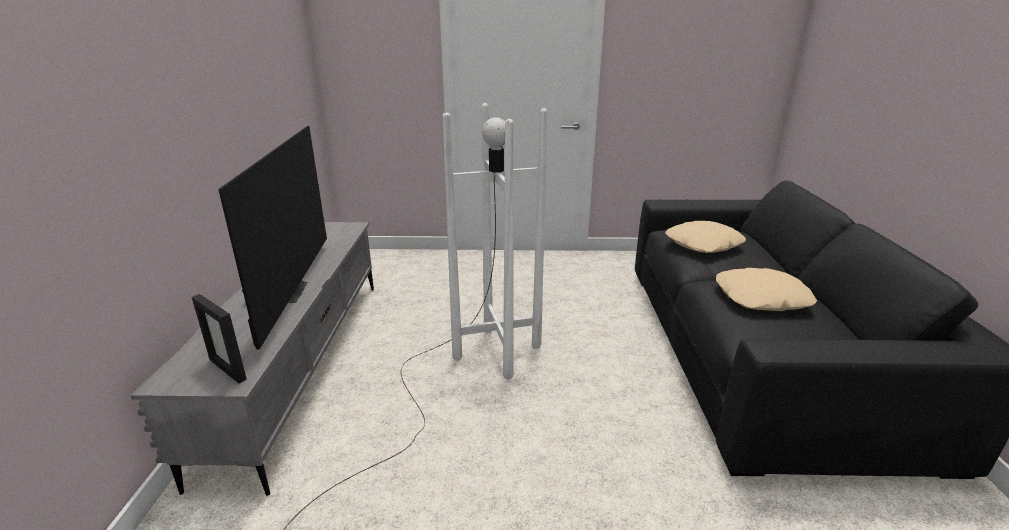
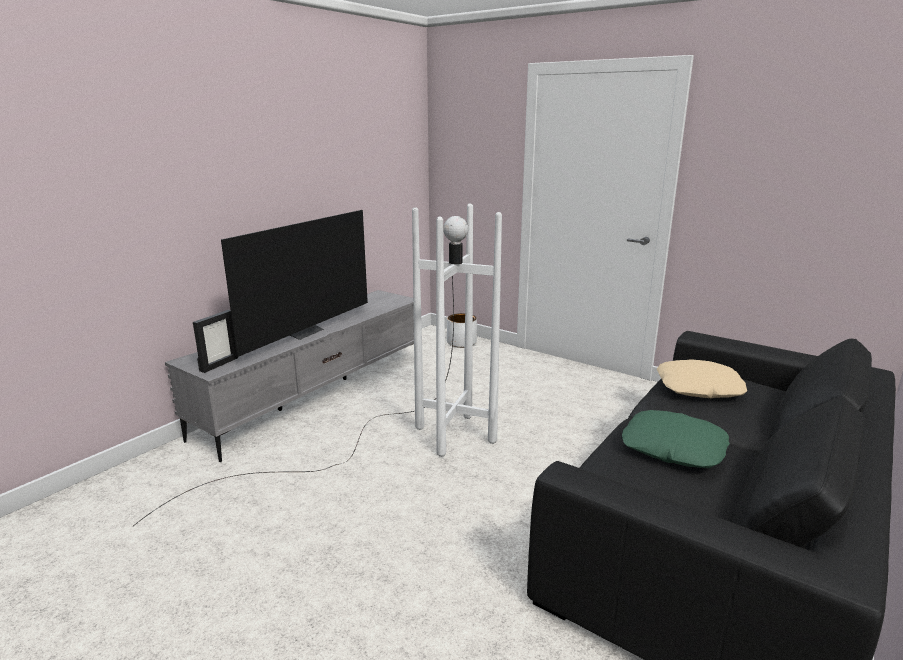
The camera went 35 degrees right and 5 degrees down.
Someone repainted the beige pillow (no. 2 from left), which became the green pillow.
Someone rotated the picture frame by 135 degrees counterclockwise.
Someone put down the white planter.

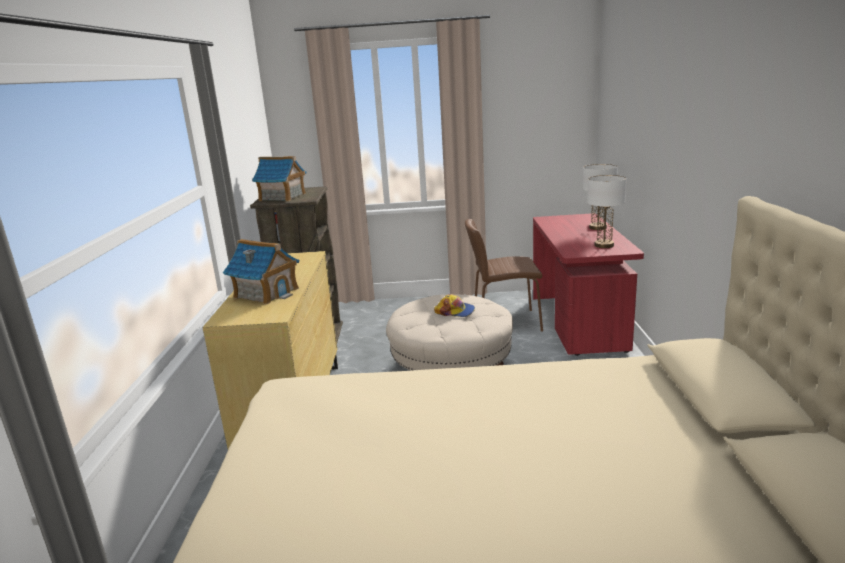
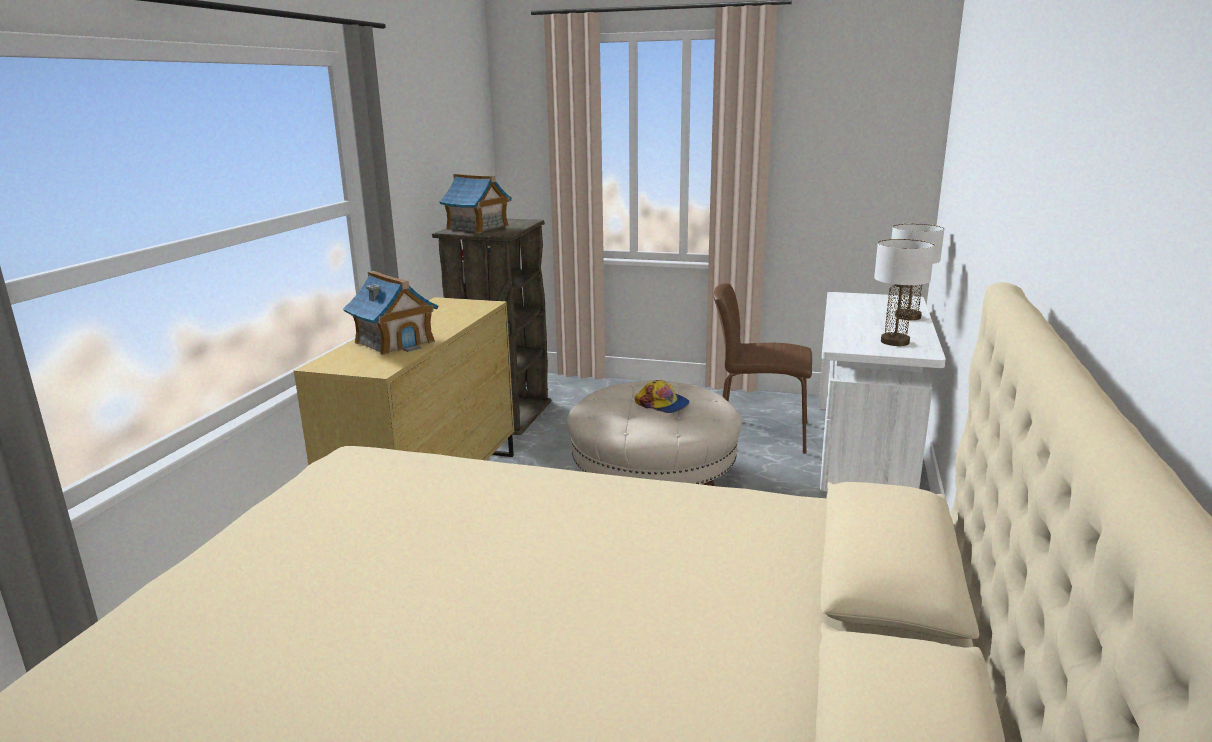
The camera went 15 degrees right and 0 degrees up.
Someone repainted the red desk, which became the white desk.

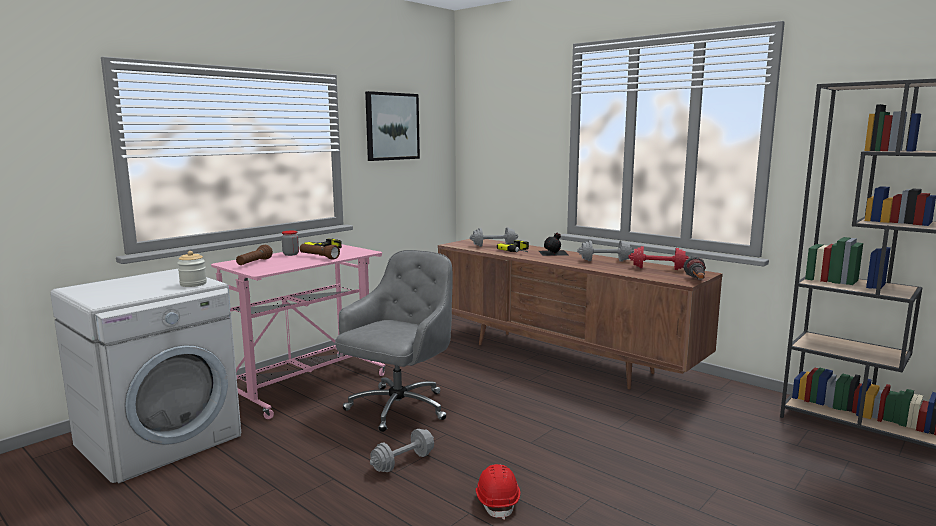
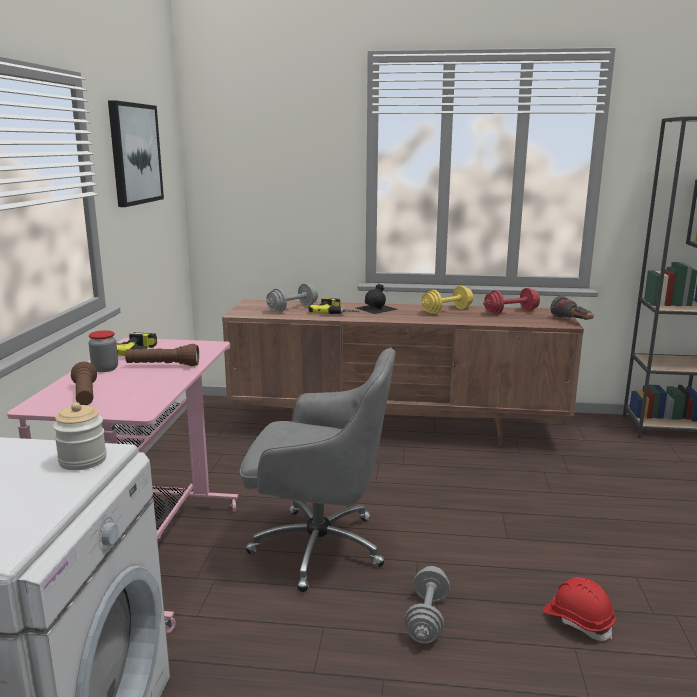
The camera went 35 degrees left and 5 degrees up.
Someone repainted the grey dumbbell (no. 3 from left), which became the yellow dumbbell.
Someone rotated the grey office chair by 105 degrees clockwise.

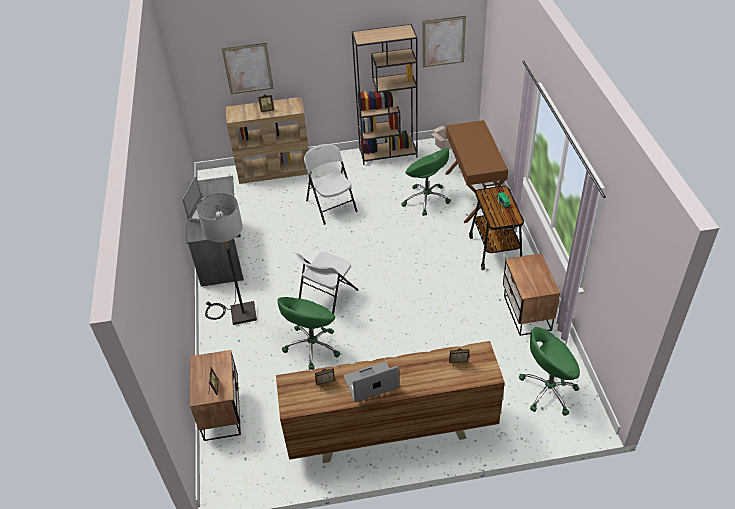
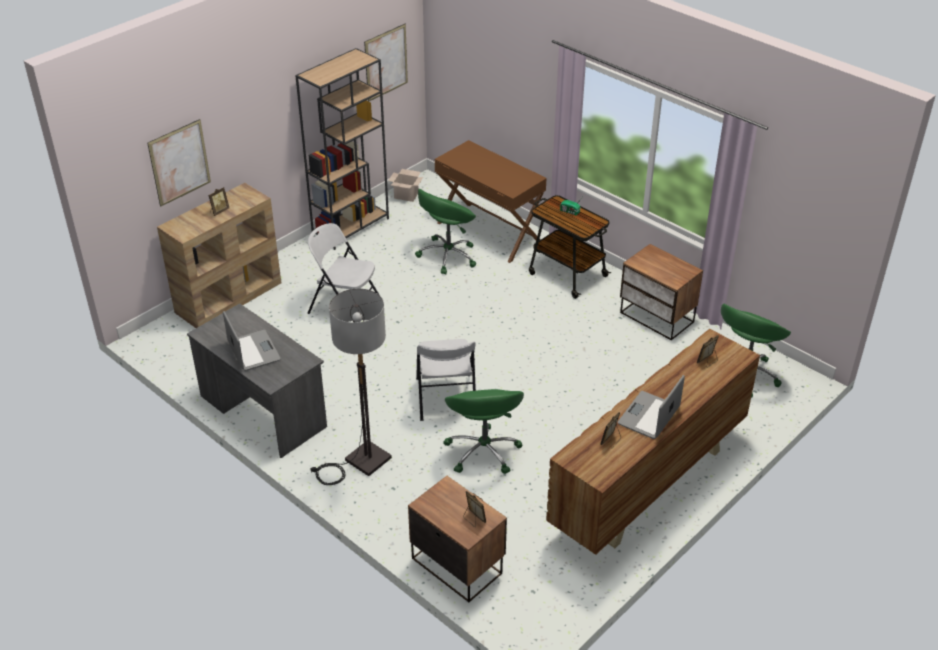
The camera went 40 degrees left and 5 degrees down.
Someone rotated the green office chair (no. 2 from left in the first image) by 120 degrees clockwise.

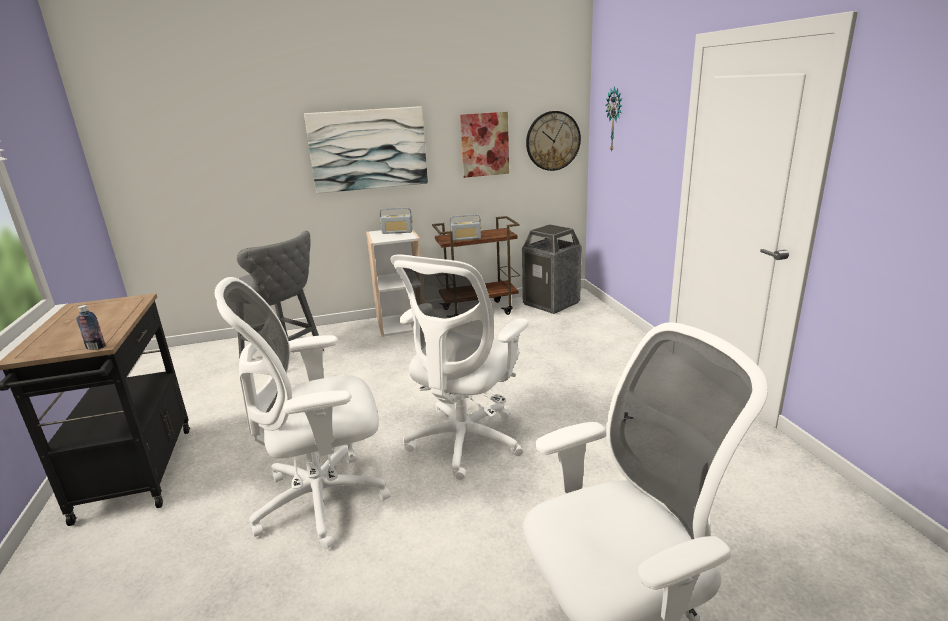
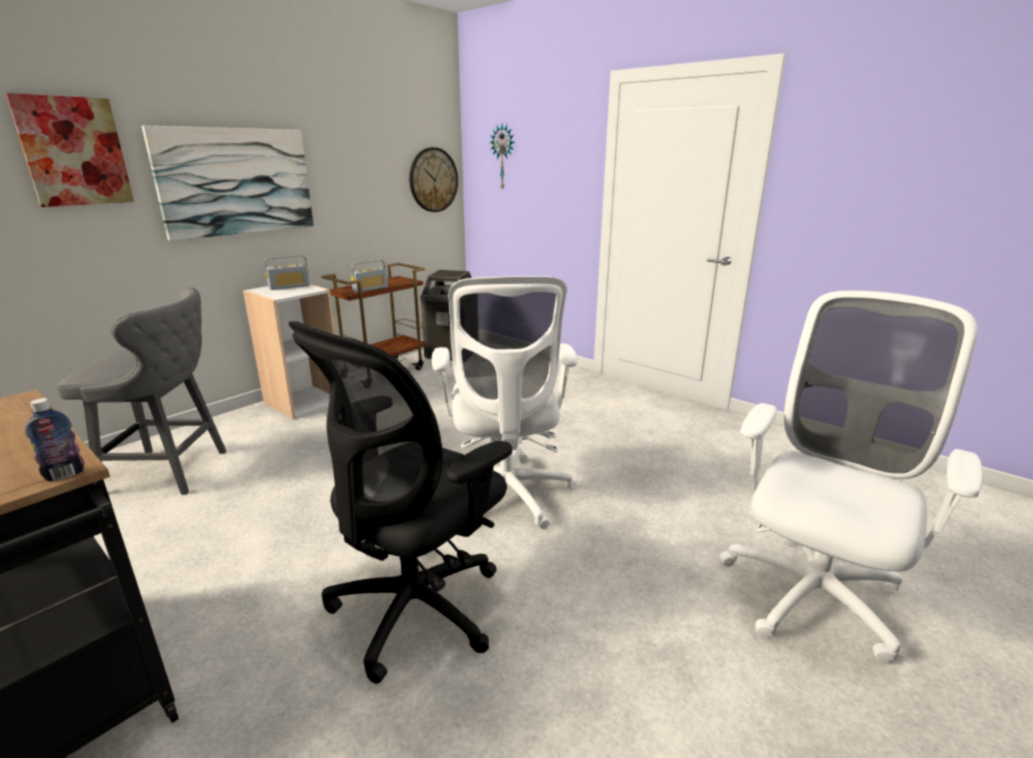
The camera went 35 degrees left and 0 degrees up.
Someone carried the picture (no. 2 from left in the first image).
Someone repainted the white office chair (no. 1 from left), which became the black office chair.

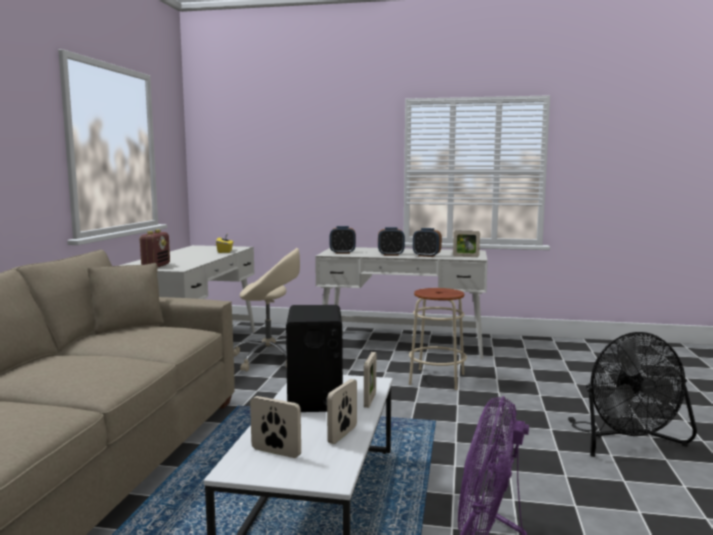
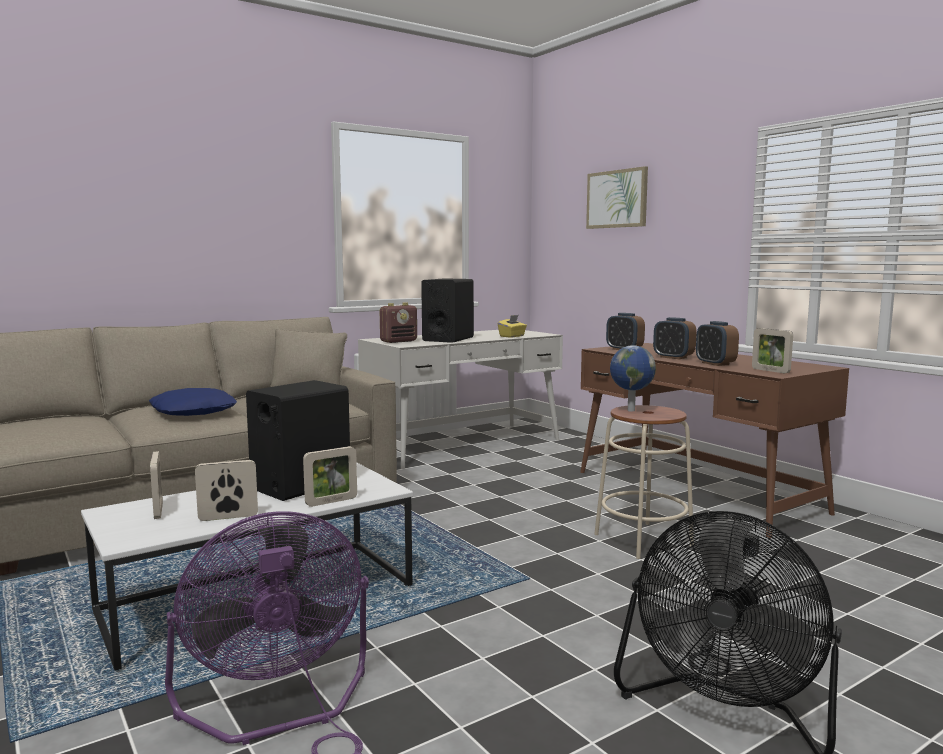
The camera went 45 degrees right and 0 degrees up.
Someone repainted the white desk (no. 2 from left), which became the brown desk.
Someone took away the beige office chair.
Someone put up the picture.
Someone put down the black speaker (no. 2 from left).
Someone put down the globe.
Someone put down the blue pillow.

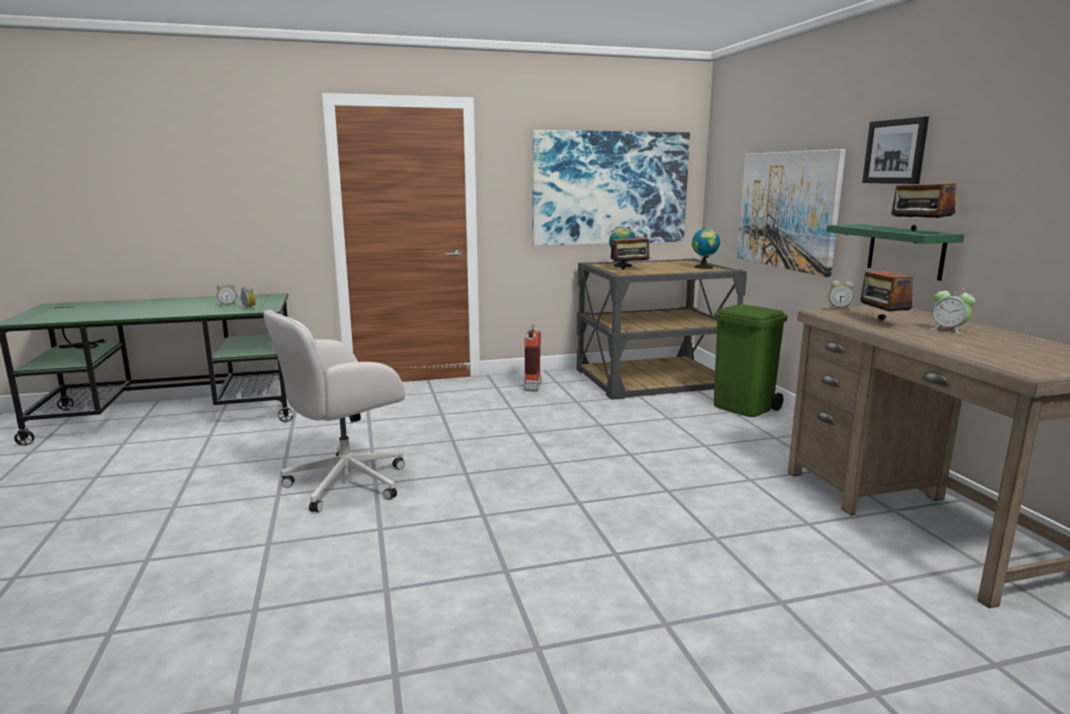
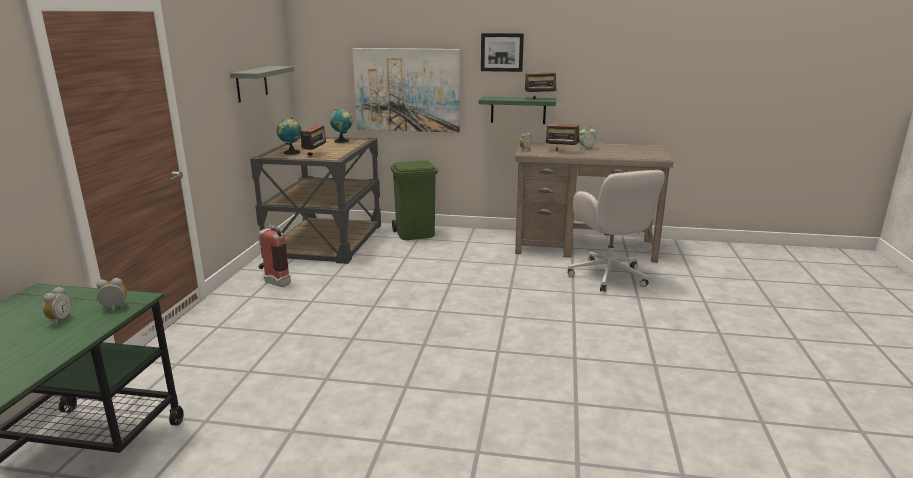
The camera went 65 degrees left and 5 degrees up.
Someone swapped the picture (no. 1 from left) for the grey shelf.
Someone carried the white office chair.

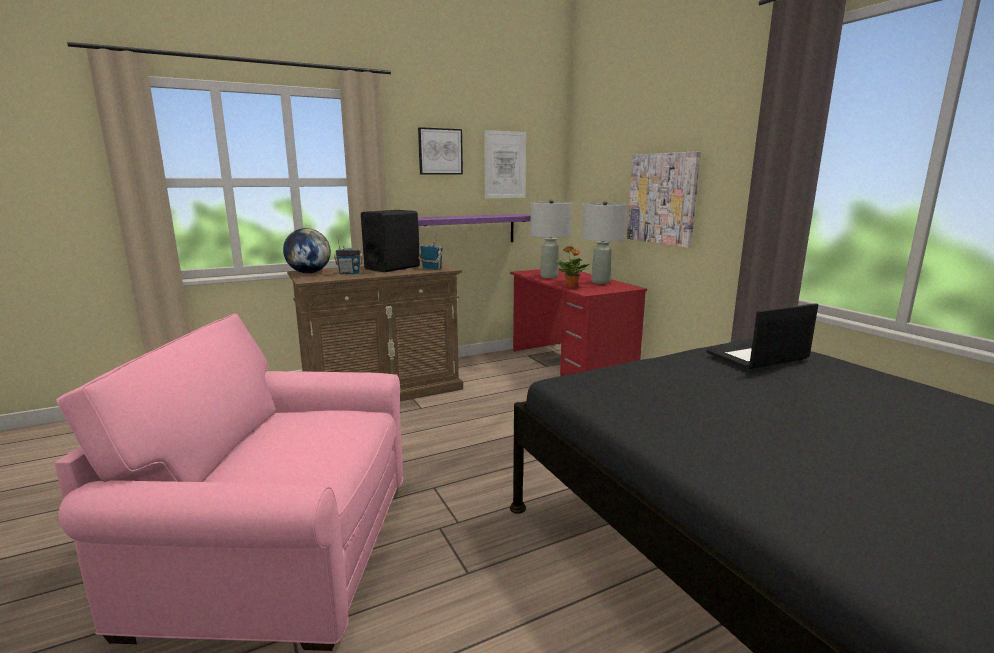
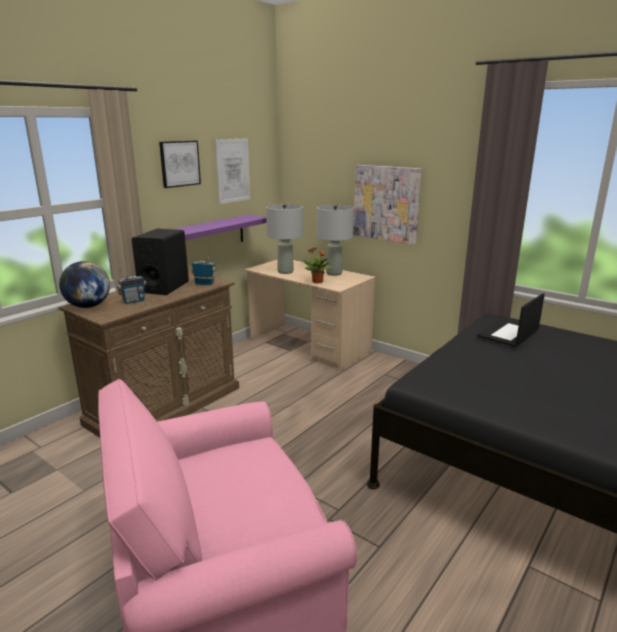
The camera went 25 degrees left and 5 degrees up.
Someone repainted the red desk, which became the beige desk.

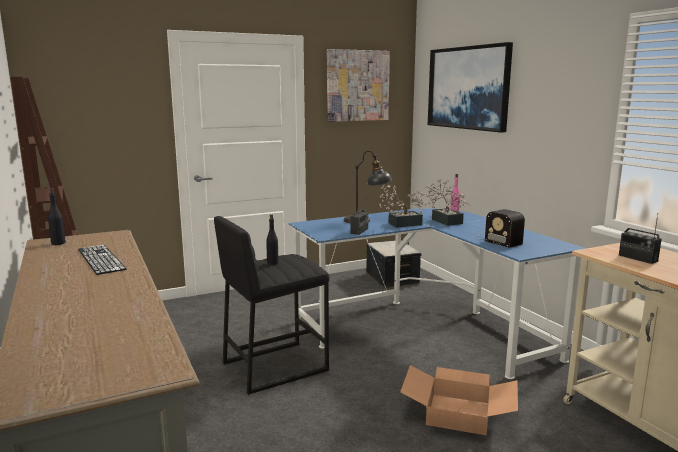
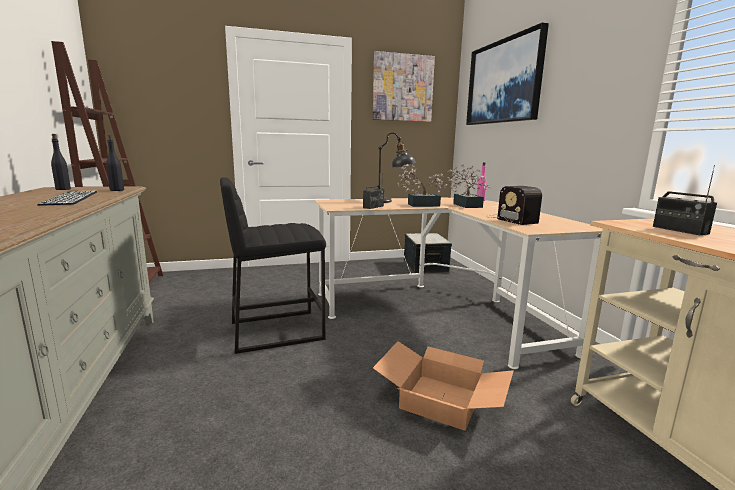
The camera went 10 degrees right and 0 degrees up.
Someone repainted the blue desk, which became the beige desk.
Someone carried the black bottle (no. 2 from left).

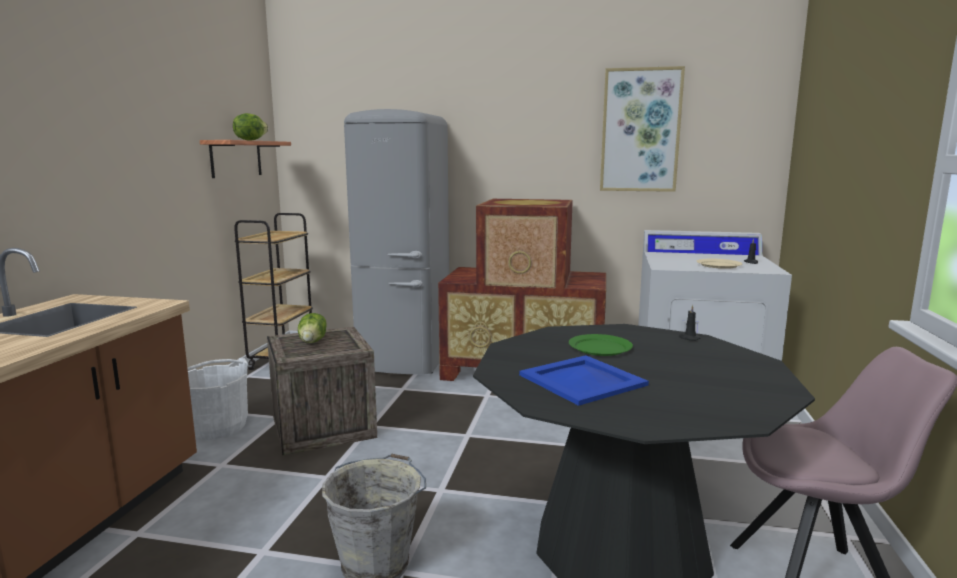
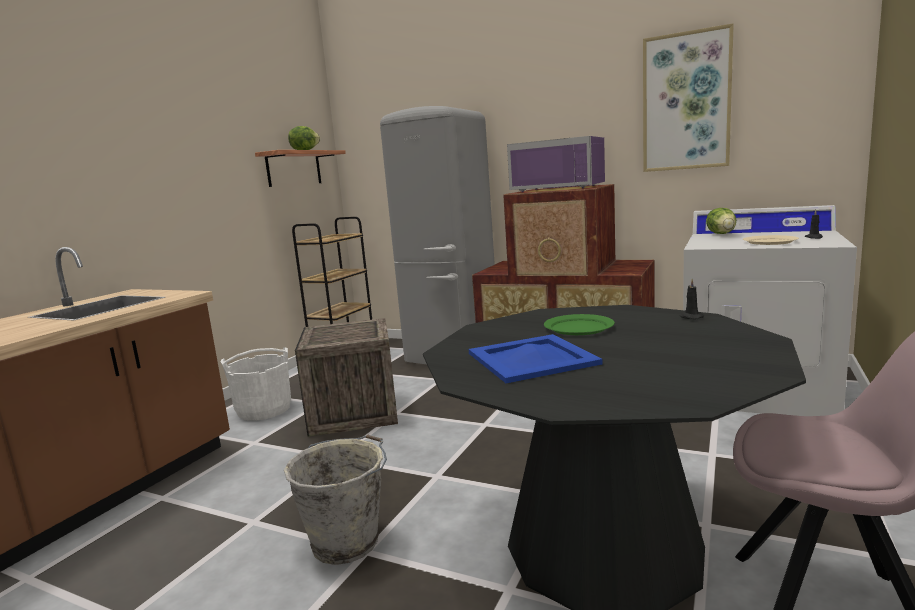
The camera went 15 degrees right and 0 degrees up.
Someone carried the lettuce (no. 2 from left).
Someone put down the purple microwave.

